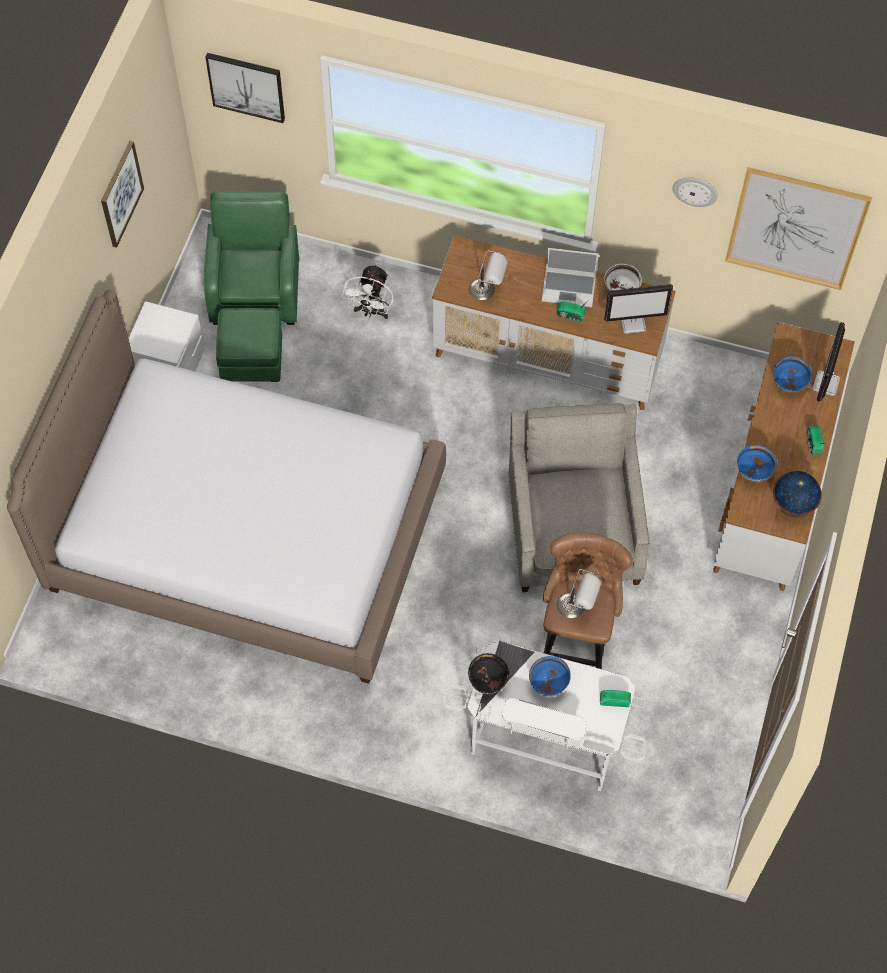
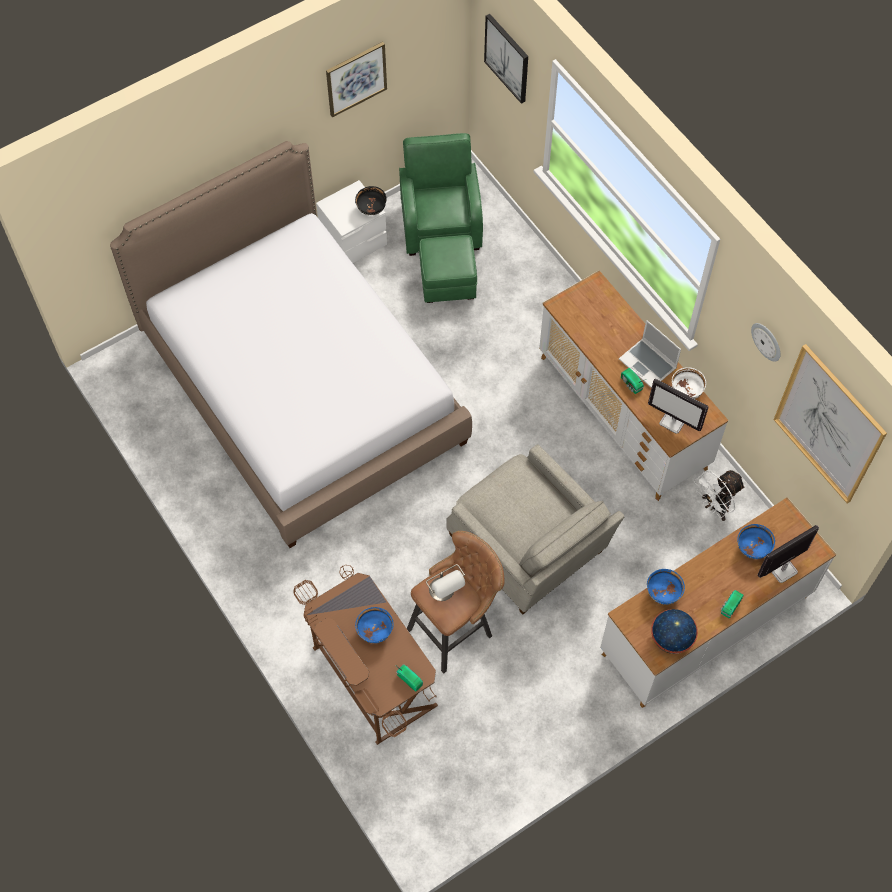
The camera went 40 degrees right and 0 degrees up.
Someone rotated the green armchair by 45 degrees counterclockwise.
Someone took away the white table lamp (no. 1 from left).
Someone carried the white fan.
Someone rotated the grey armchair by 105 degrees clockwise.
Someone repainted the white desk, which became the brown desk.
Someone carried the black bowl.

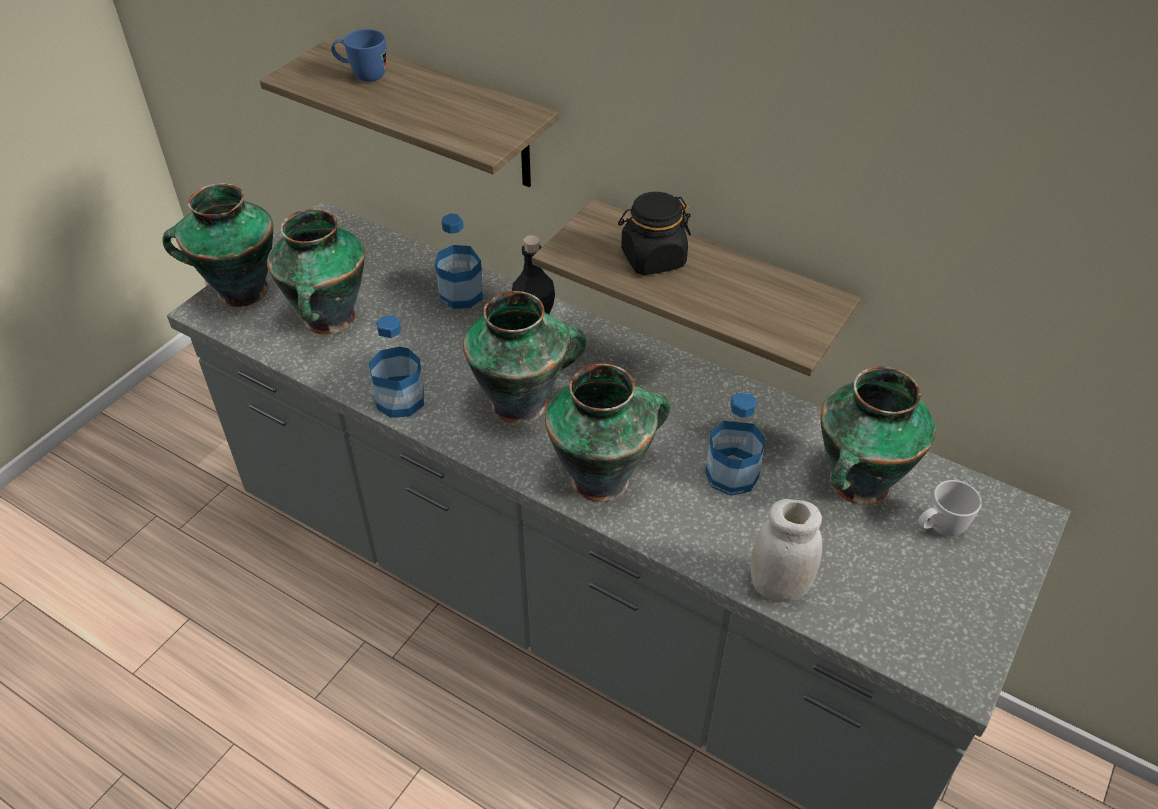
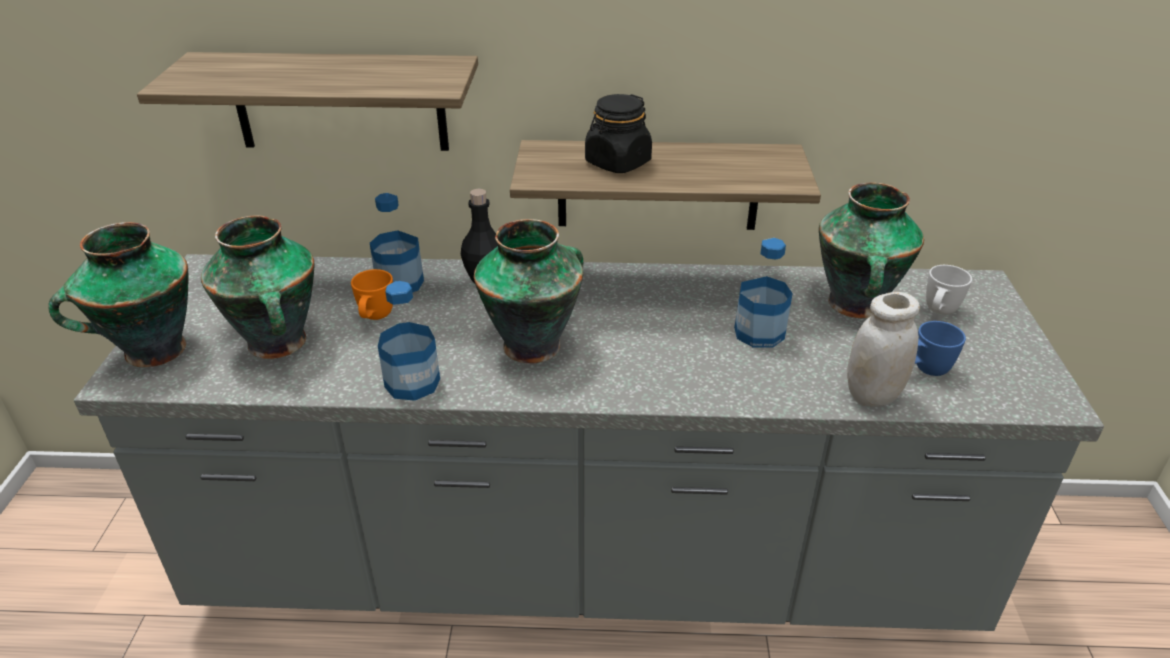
The camera went 30 degrees left and 10 degrees down.
Someone carried the blue mug.
Someone took away the vase (no. 4 from left).
Someone put down the orange mug.

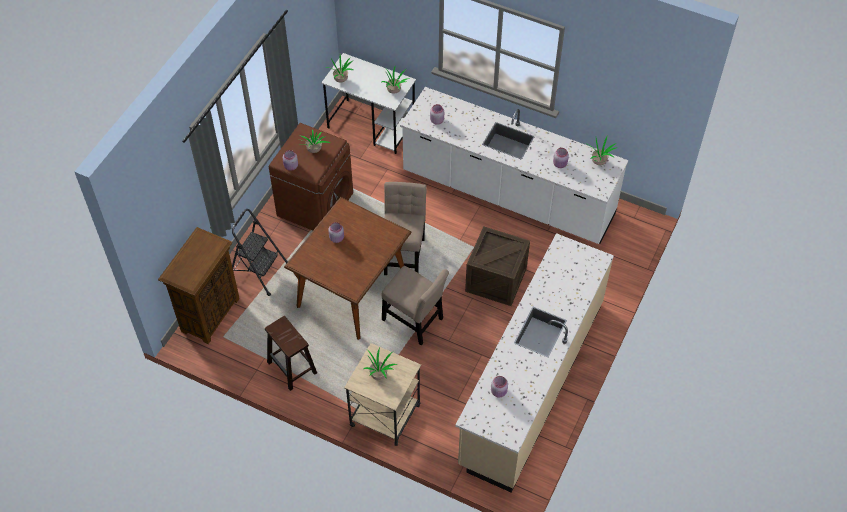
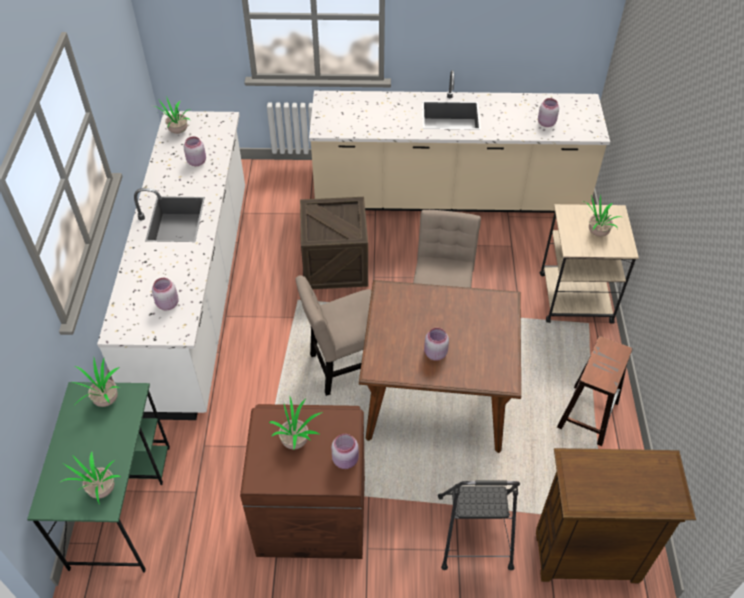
The camera went 115 degrees left and 5 degrees down.
Someone repainted the white desk, which became the green desk.

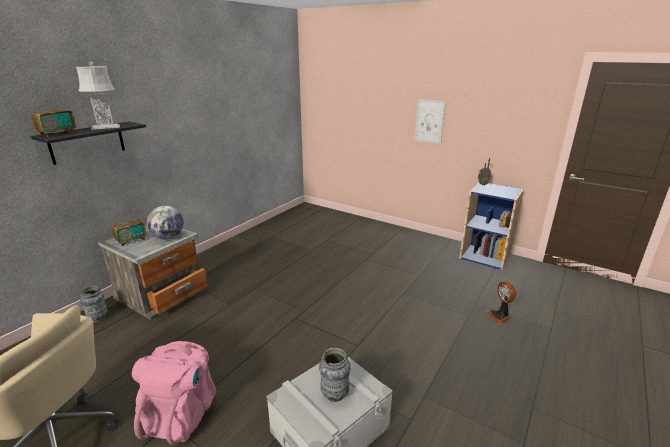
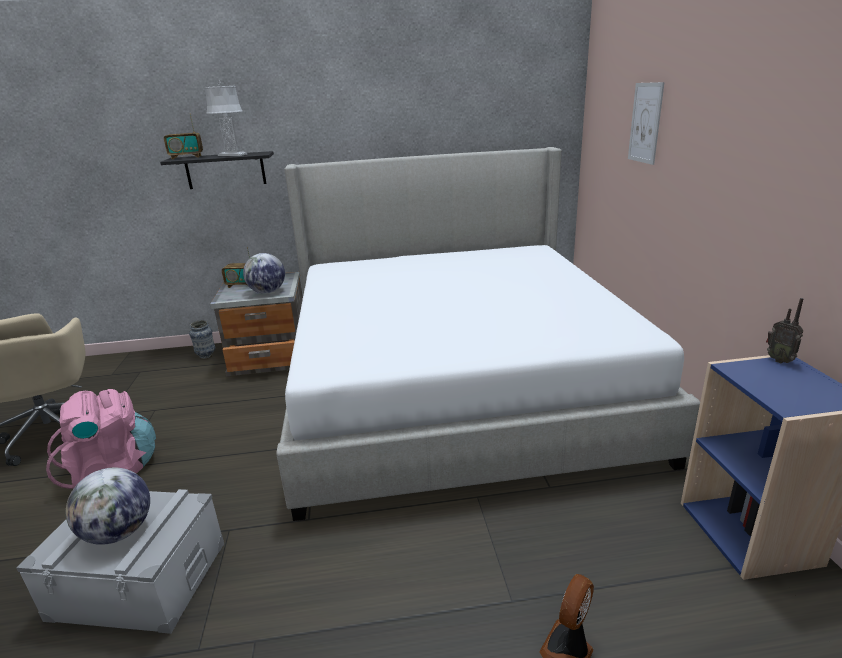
The camera went 50 degrees right and 0 degrees up.
Someone carried the picture.
Someone swapped the vase (no. 2 from left) for the globe (no. 1 from left).
Someone put down the bed.

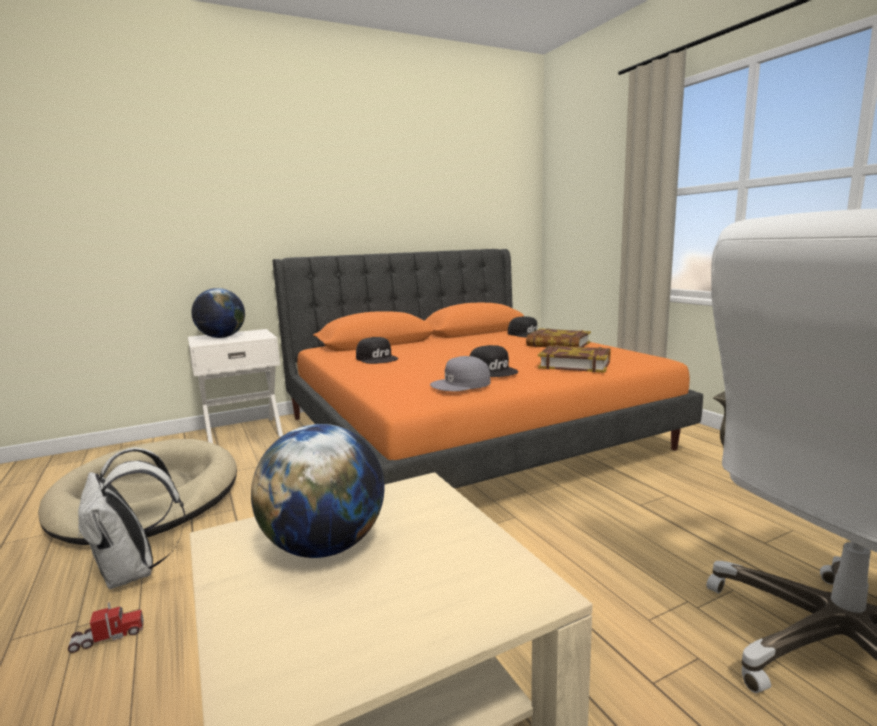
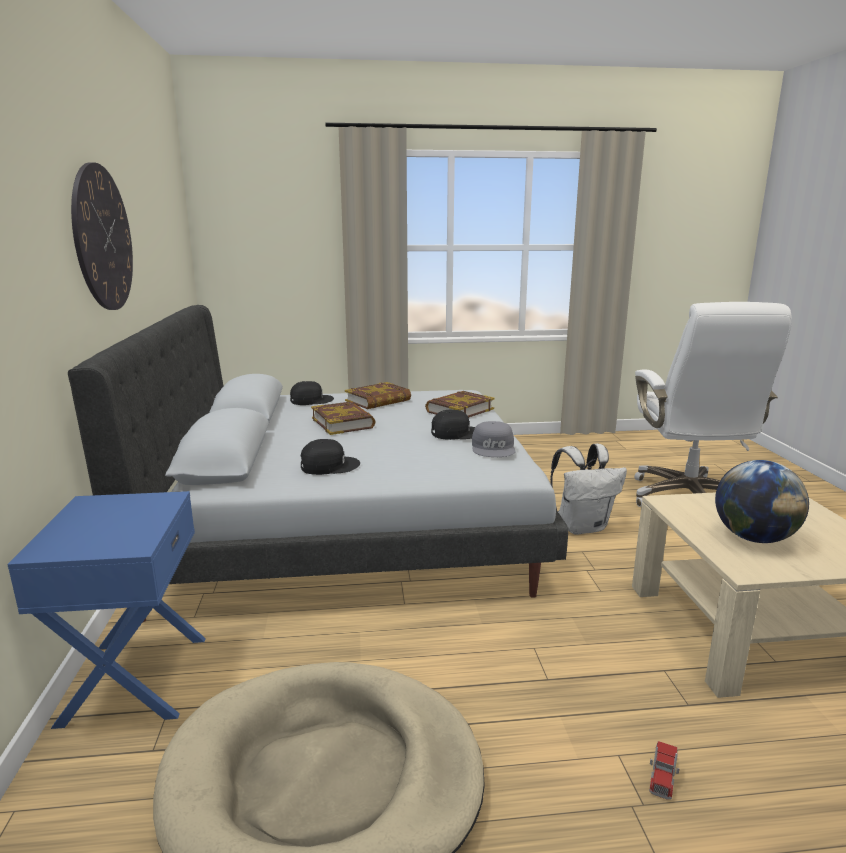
The camera went 70 degrees left and 5 degrees up.
Someone repainted the orange bed, which became the grey bed.
Someone took away the globe (no. 1 from left).
Someone repainted the white nightstand, which became the blue nightstand.
Someone carried the white backpack.
Someone rotated the toy truck by 150 degrees counterclockwise.
Someone put up the wall clock.
Someone put down the book (no. 1 from left).

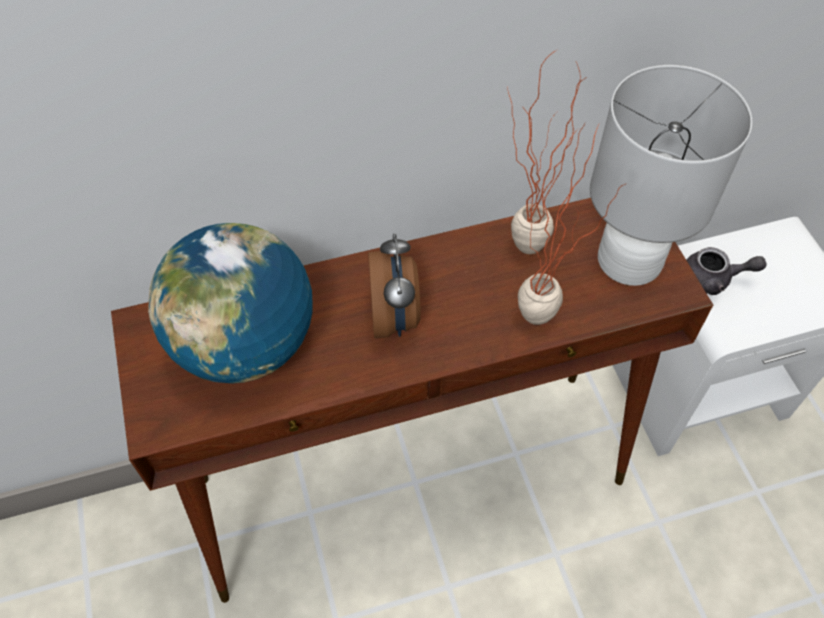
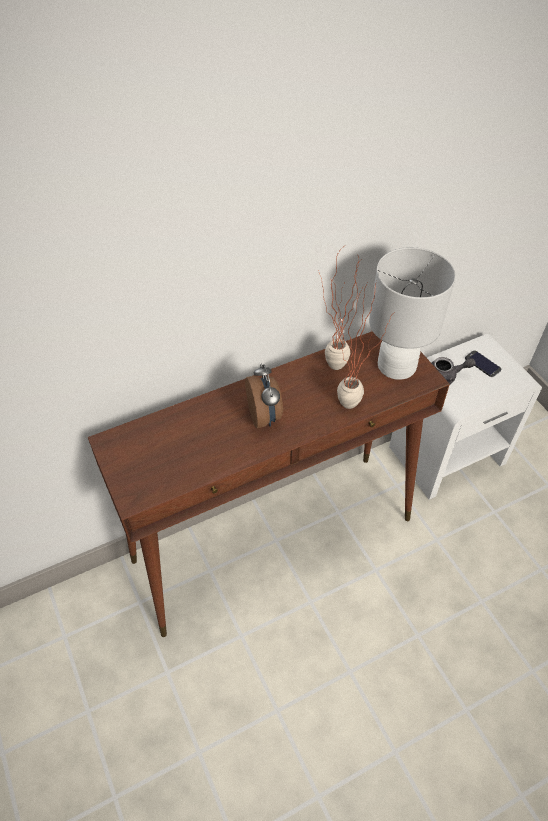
The camera went 10 degrees left and 5 degrees down.
Someone took away the globe.
Someone put down the phone.

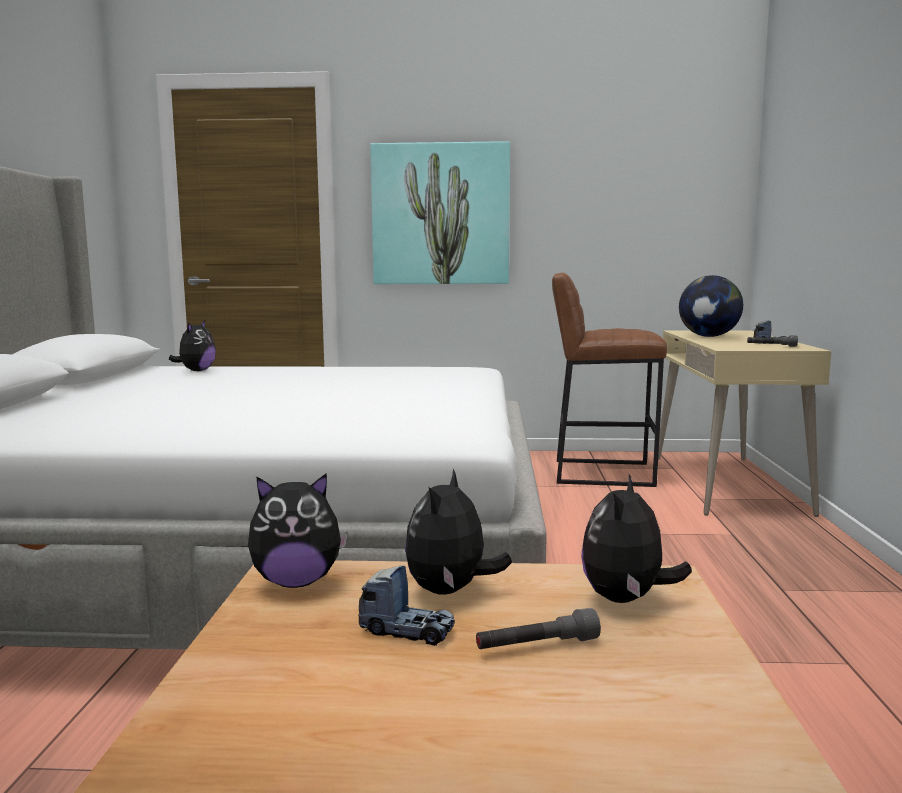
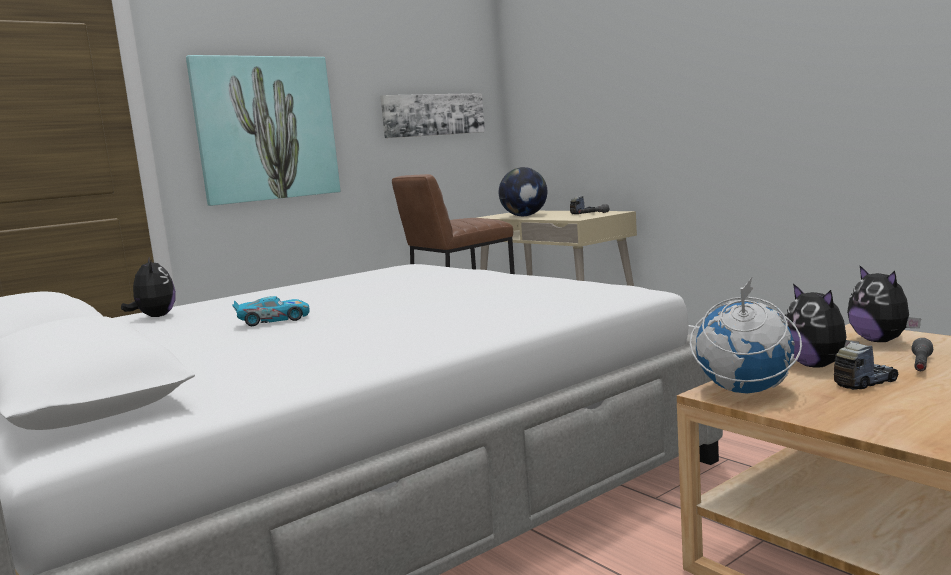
The camera went 40 degrees left and 0 degrees up.
Someone swapped the plush toy (no. 2 from left) for the globe (no. 2 from left).
Someone put up the picture (no. 2 from left).
Someone put down the toy car.

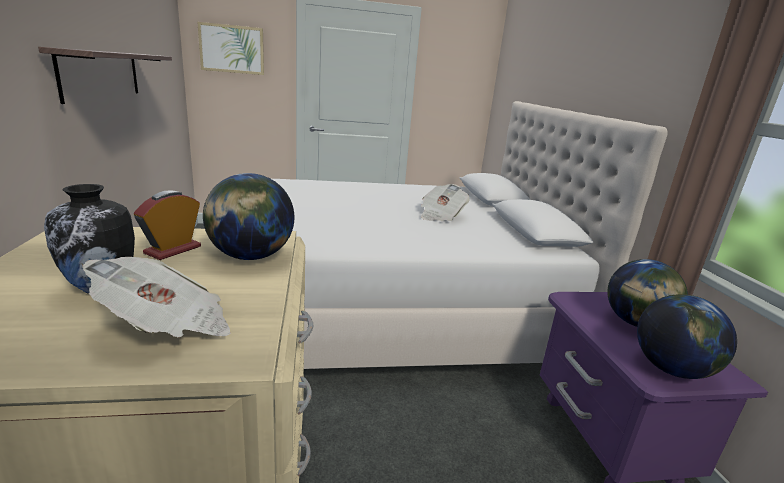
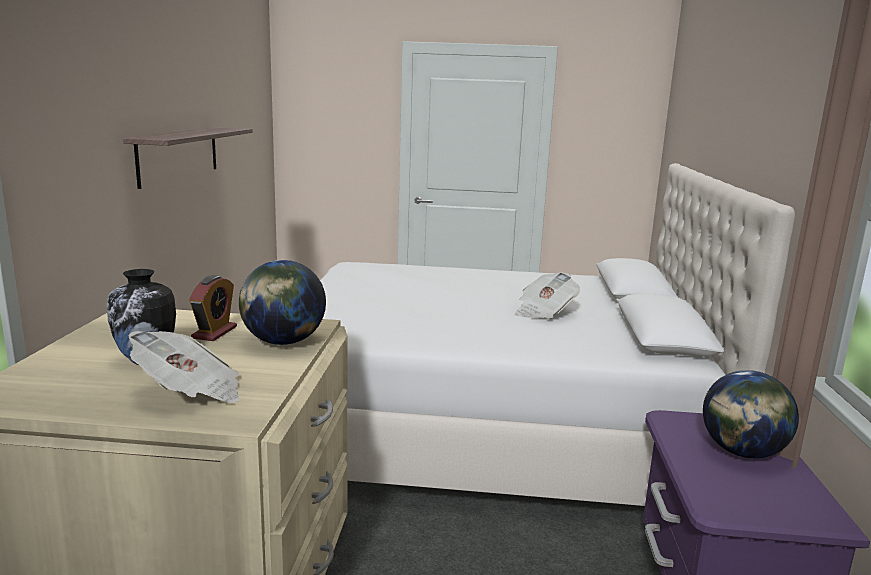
The camera went 15 degrees right and 5 degrees down.
Someone took away the picture.
Someone rotated the alarm clock by 150 degrees clockwise.
Someone took away the globe (no. 3 from left).

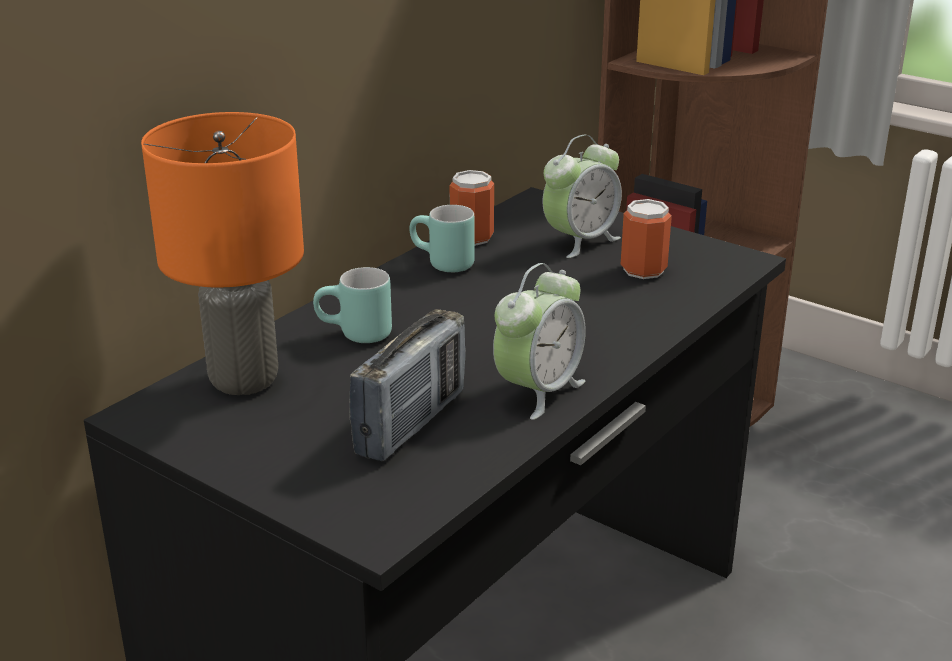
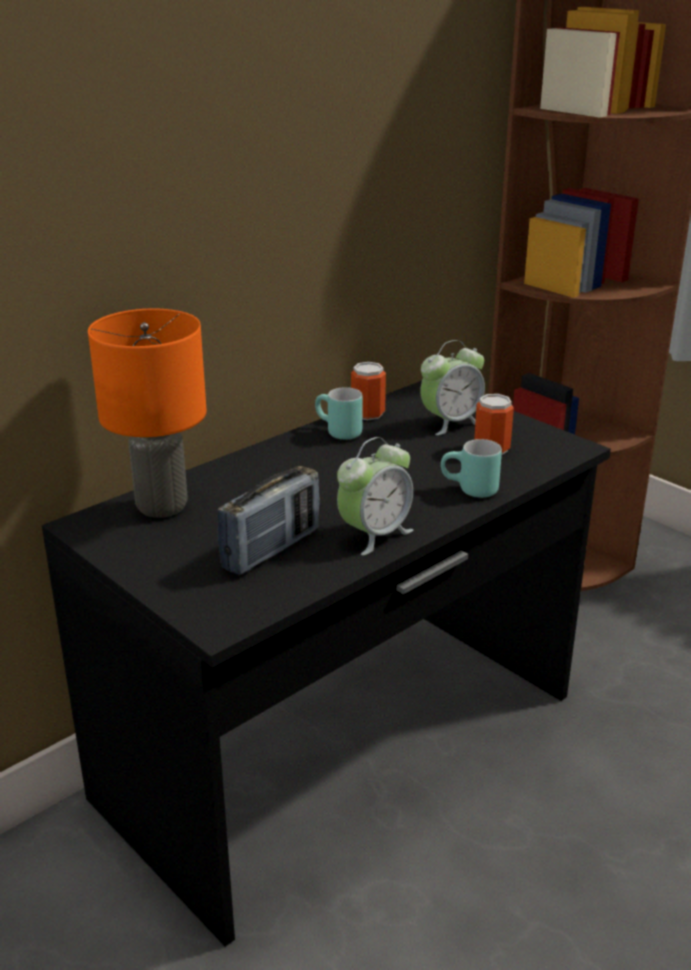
The camera went 10 degrees right and 0 degrees up.
Someone carried the turquoise mug (no. 1 from left in the first image).

